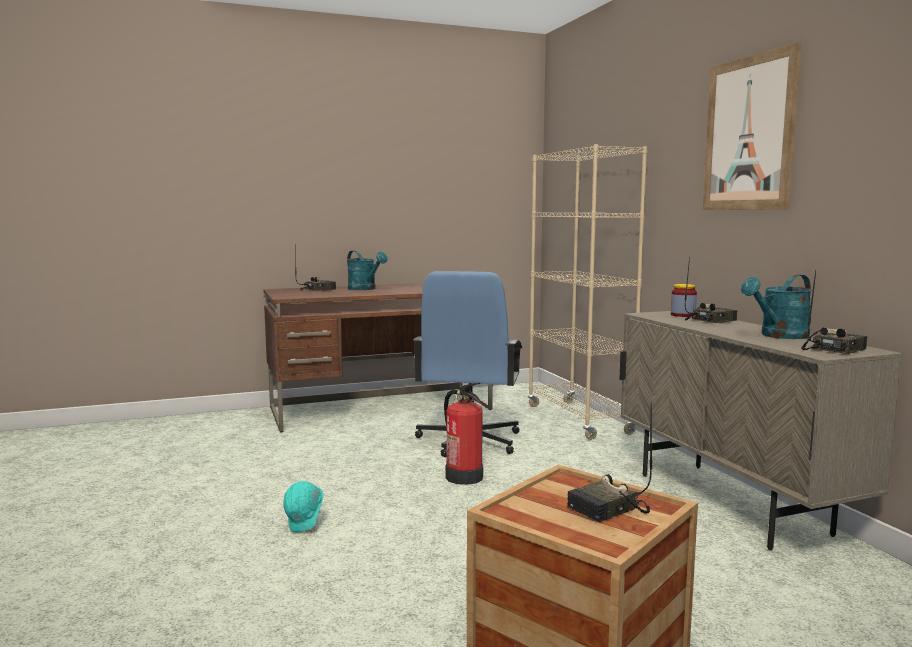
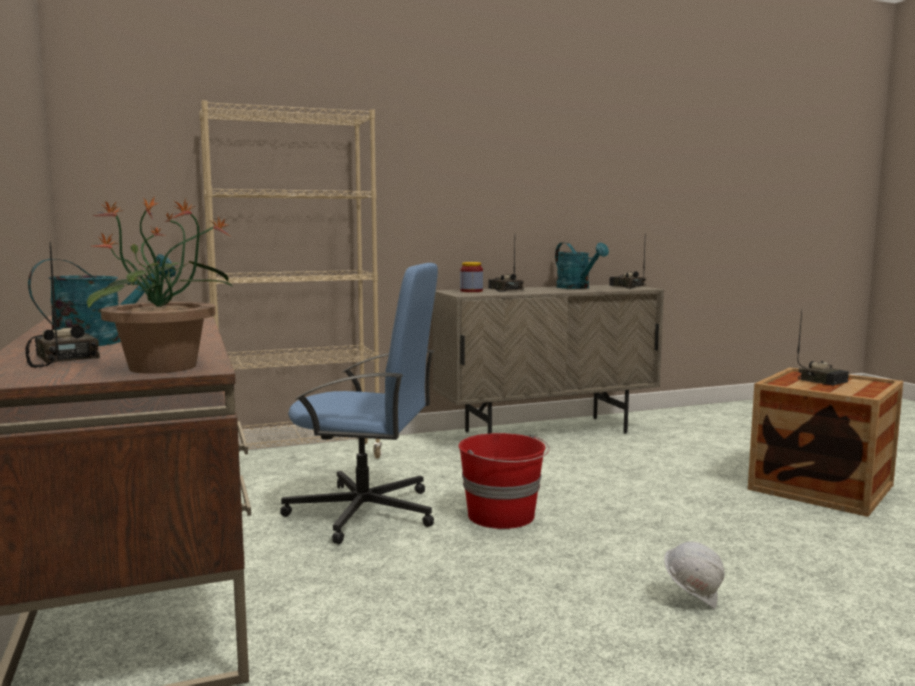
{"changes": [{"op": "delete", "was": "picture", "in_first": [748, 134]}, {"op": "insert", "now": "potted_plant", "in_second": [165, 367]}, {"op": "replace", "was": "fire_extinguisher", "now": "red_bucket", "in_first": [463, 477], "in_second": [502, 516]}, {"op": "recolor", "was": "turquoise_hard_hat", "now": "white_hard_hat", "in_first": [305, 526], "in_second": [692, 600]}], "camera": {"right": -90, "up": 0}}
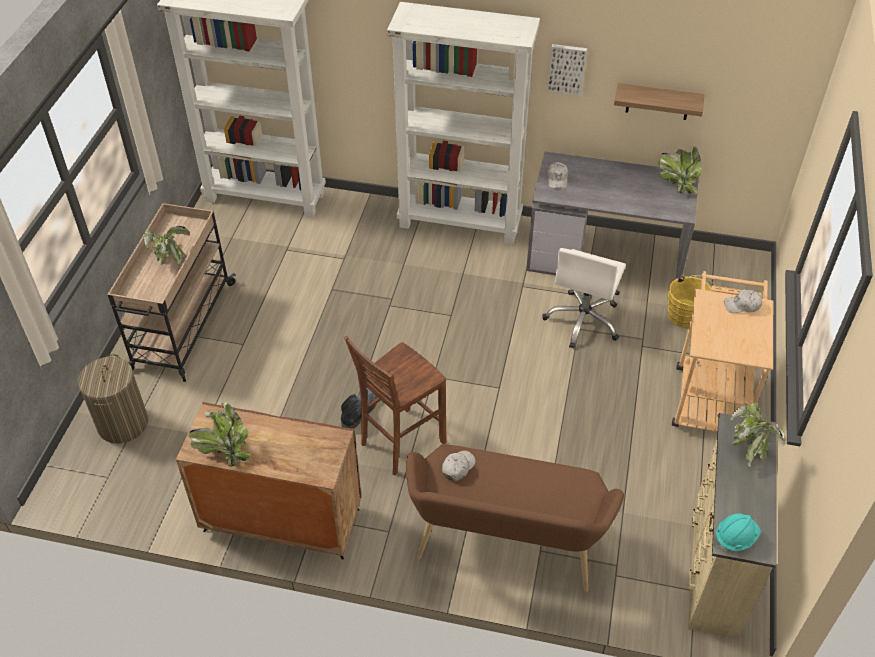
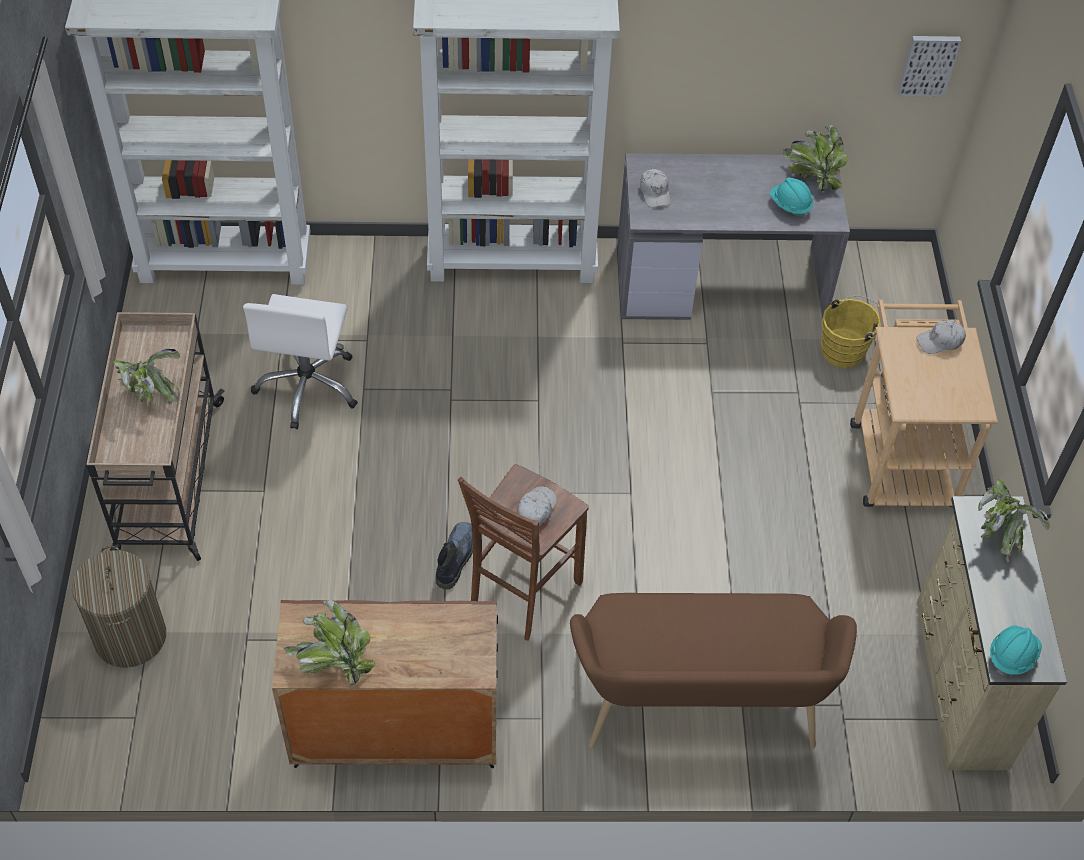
{"changes": [{"op": "delete", "was": "shelf", "in_first": [658, 102]}, {"op": "insert", "now": "turquoise_hard_hat", "in_second": [790, 205]}, {"op": "move", "was": "white_cap", "in_first": [457, 467], "in_second": [536, 509]}, {"op": "move", "was": "white_office_chair", "in_first": [583, 321], "in_second": [308, 386]}, {"op": "move", "was": "picture", "in_first": [567, 68], "in_second": [928, 64]}], "camera": {"right": -15, "up": 5}}
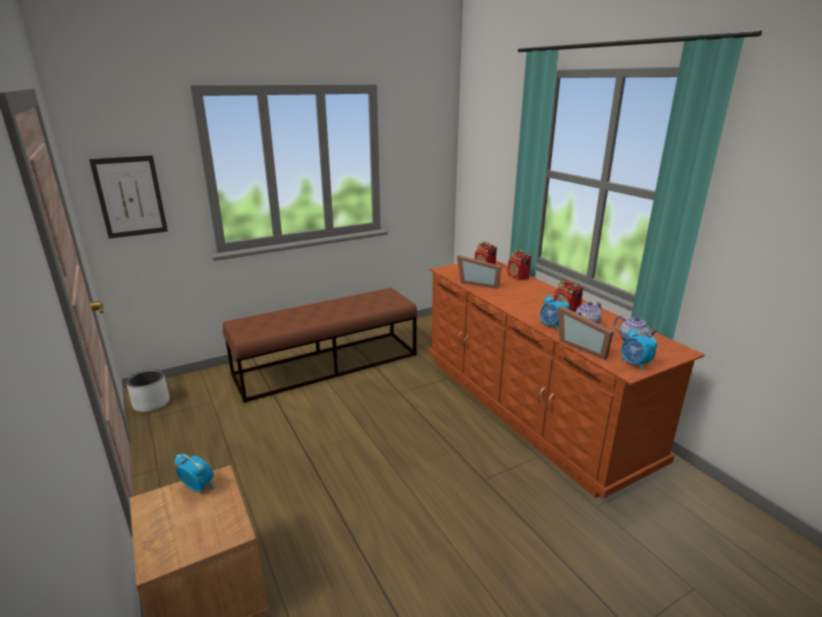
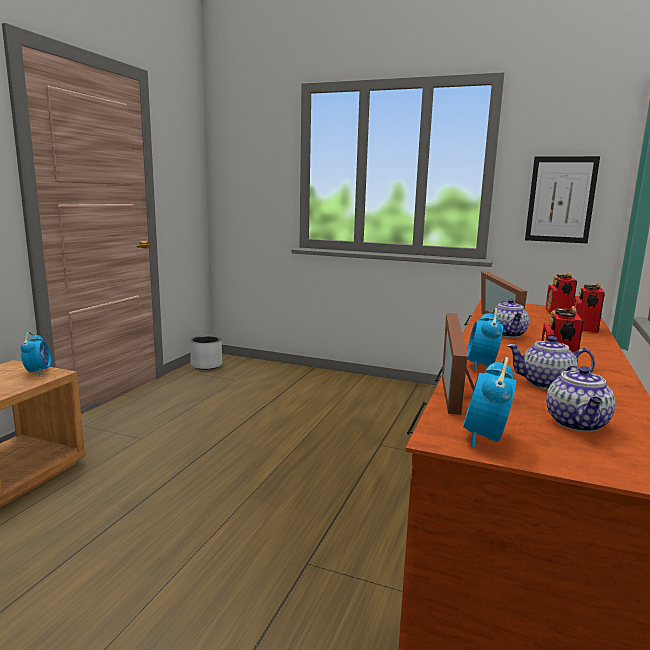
{"changes": [{"op": "delete", "was": "brown_bench", "in_first": [327, 364]}, {"op": "insert", "now": "teapot", "in_second": [508, 334]}, {"op": "move", "was": "picture", "in_first": [130, 197], "in_second": [561, 199]}], "camera": {"right": 50, "up": -10}}
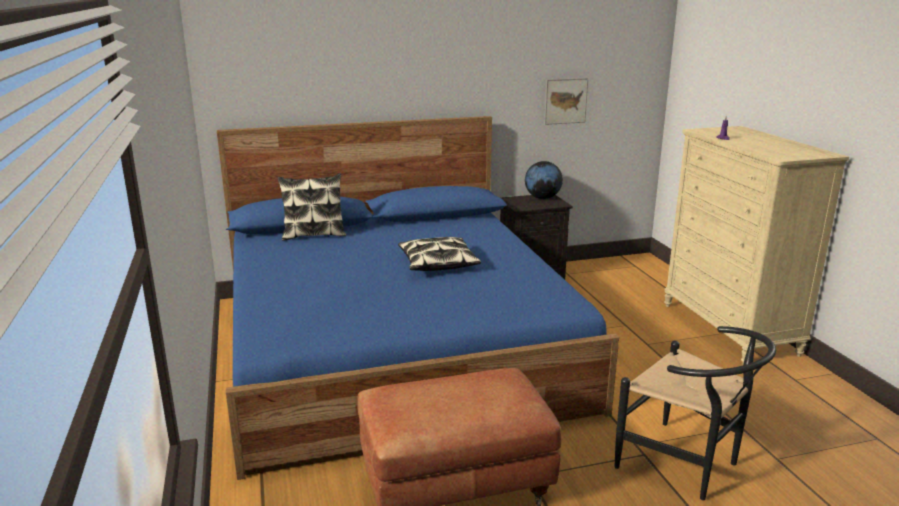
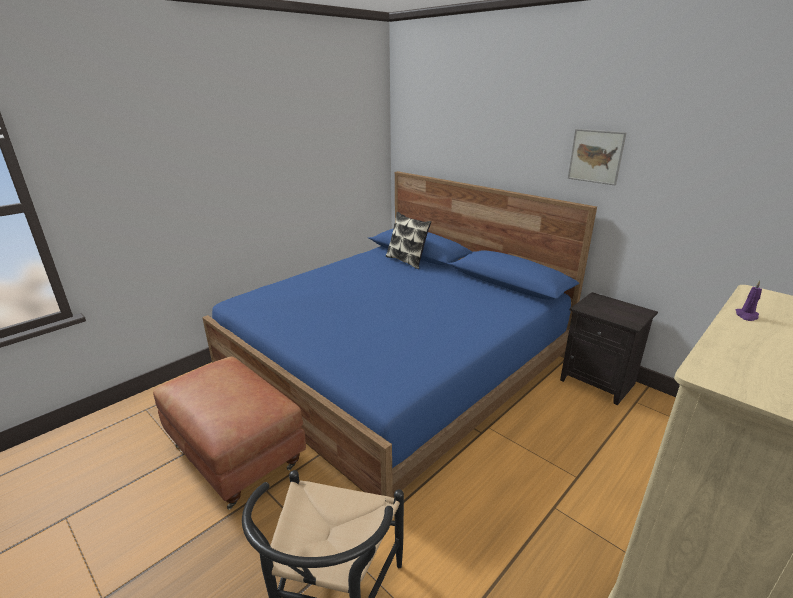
{"changes": [{"op": "delete", "was": "pillow", "in_first": [437, 263]}, {"op": "delete", "was": "globe", "in_first": [542, 198]}, {"op": "move", "was": "picture", "in_first": [565, 101], "in_second": [595, 156]}], "camera": {"right": 60, "up": 5}}
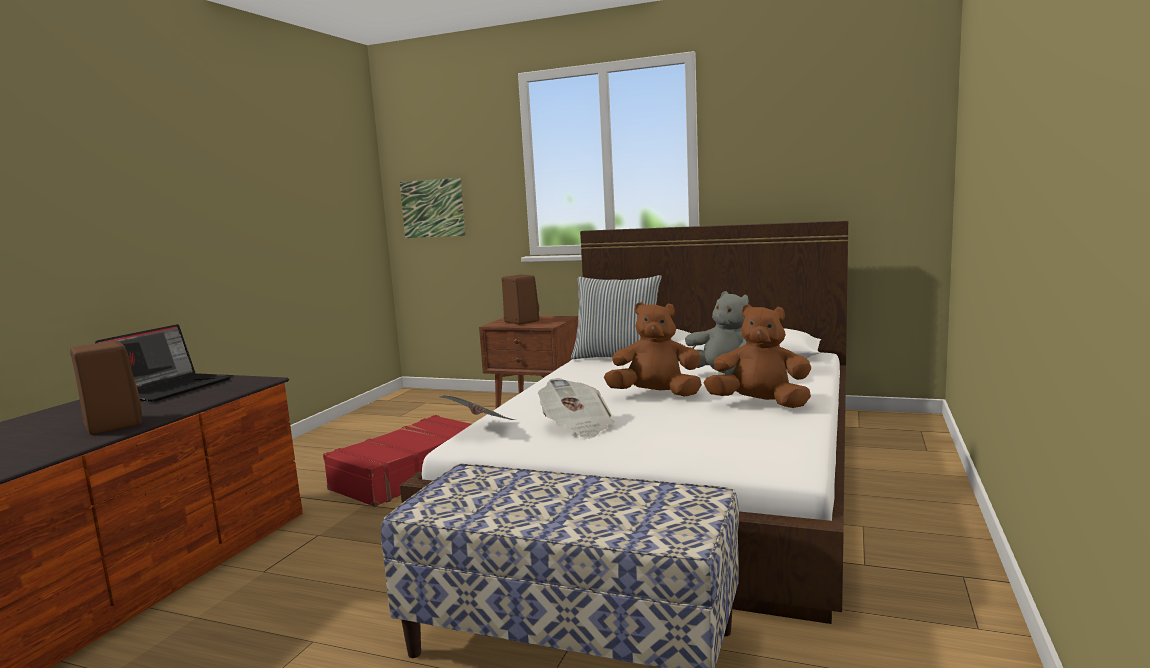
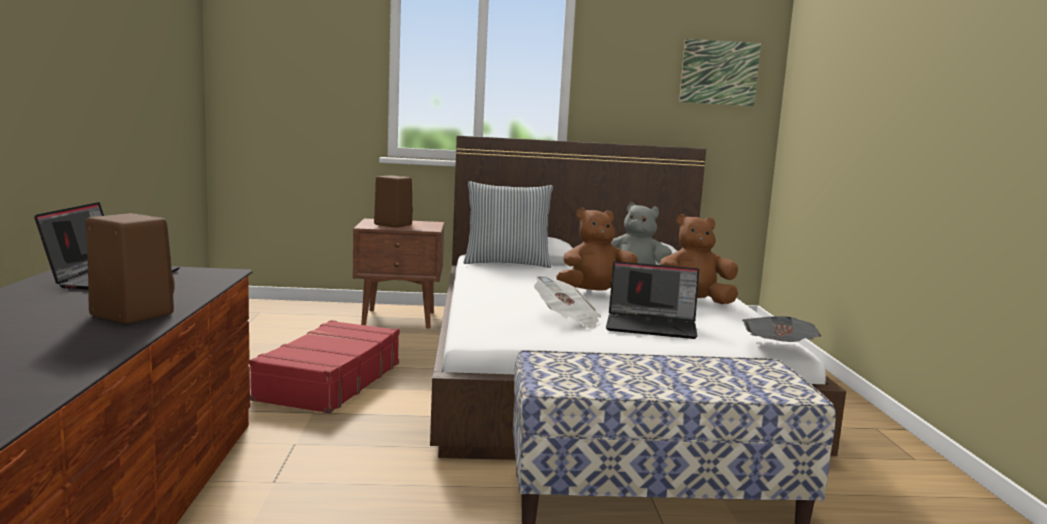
{"changes": [{"op": "insert", "now": "laptop", "in_second": [652, 326]}, {"op": "move", "was": "picture", "in_first": [433, 208], "in_second": [719, 72]}, {"op": "move", "was": "newspaper", "in_first": [480, 427], "in_second": [778, 350]}], "camera": {"right": -25, "up": 0}}
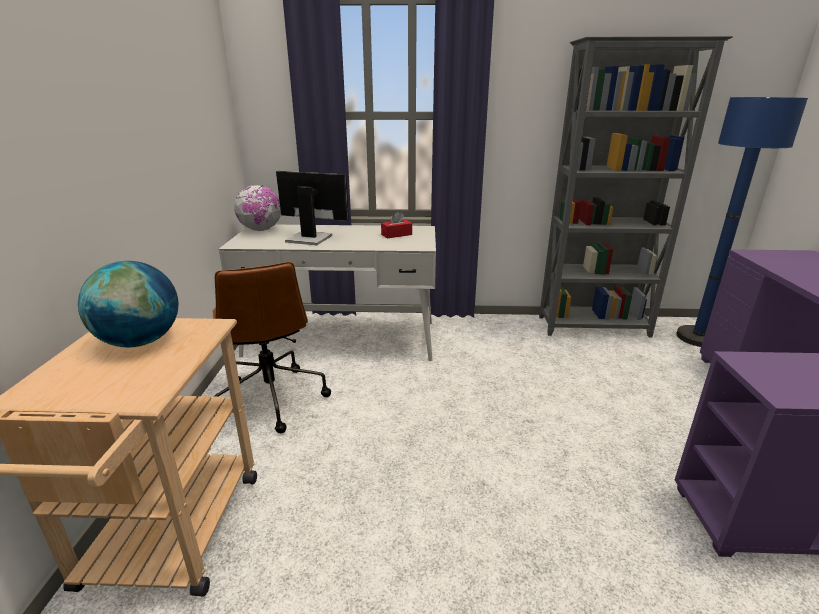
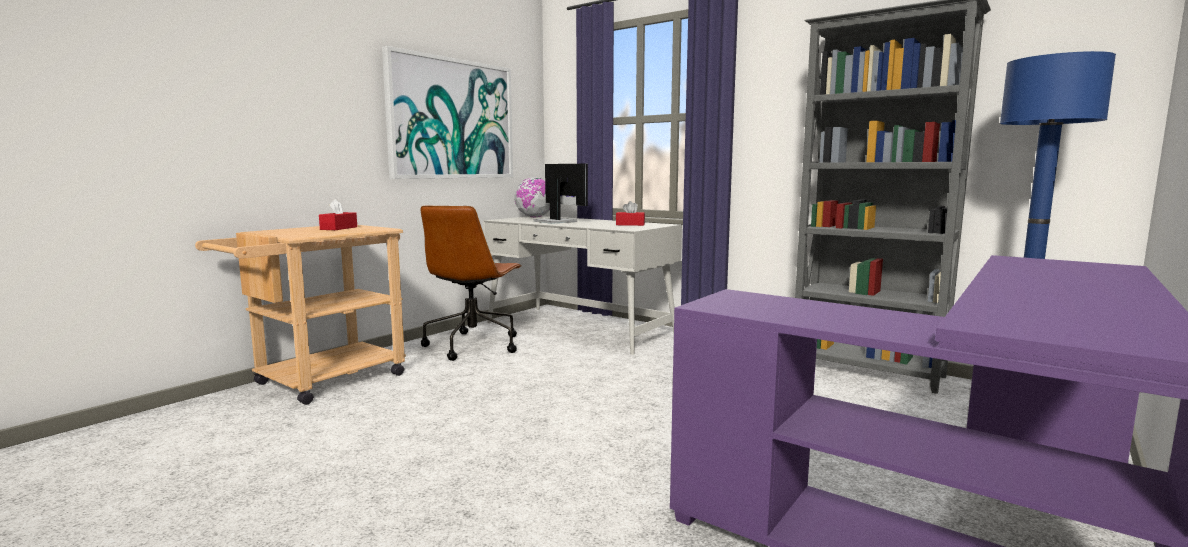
{"changes": [{"op": "insert", "now": "picture", "in_second": [452, 119]}, {"op": "replace", "was": "globe", "now": "red_tissue_box", "in_first": [140, 342], "in_second": [339, 228]}], "camera": {"right": 35, "up": -15}}
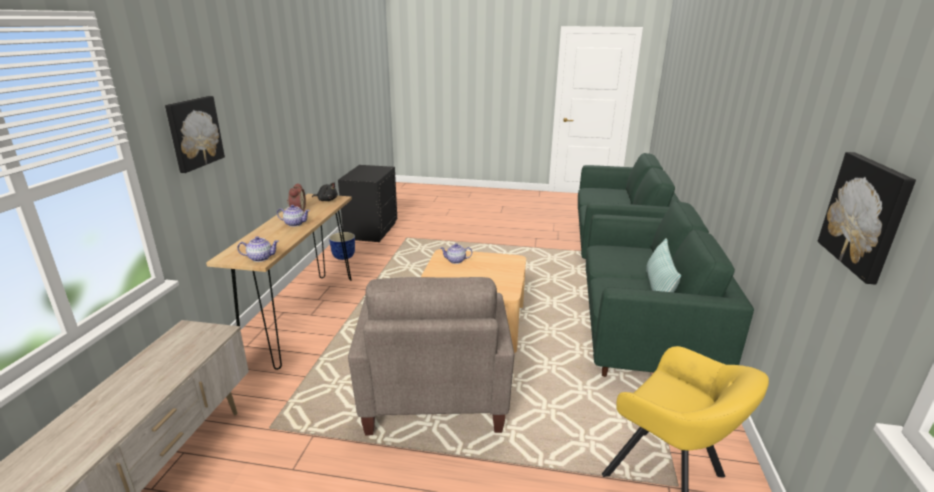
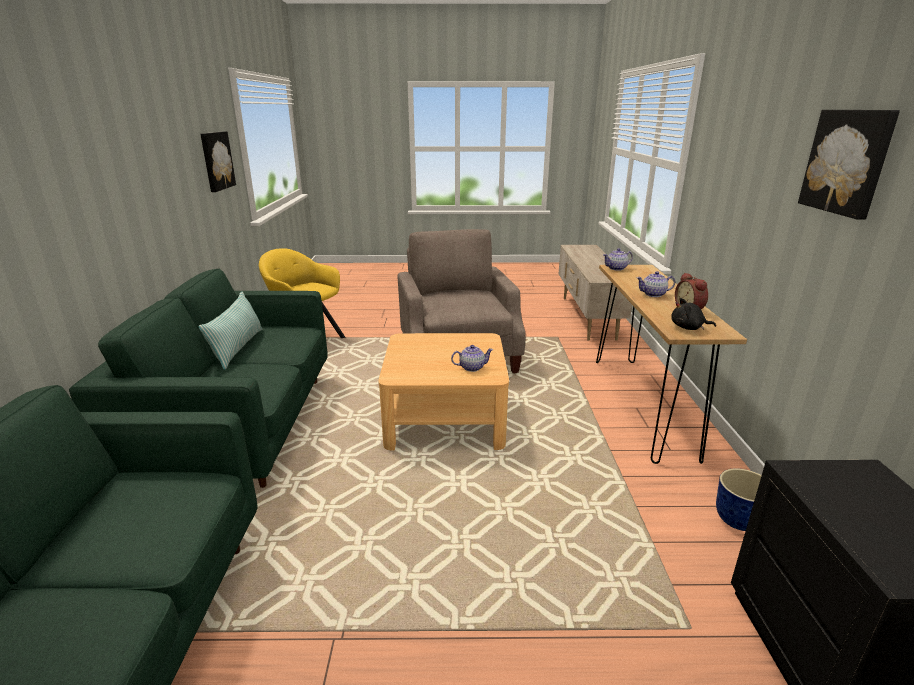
{"changes": [{"op": "move", "was": "picture", "in_first": [194, 133], "in_second": [848, 162]}], "camera": {"right": 170, "up": 0}}
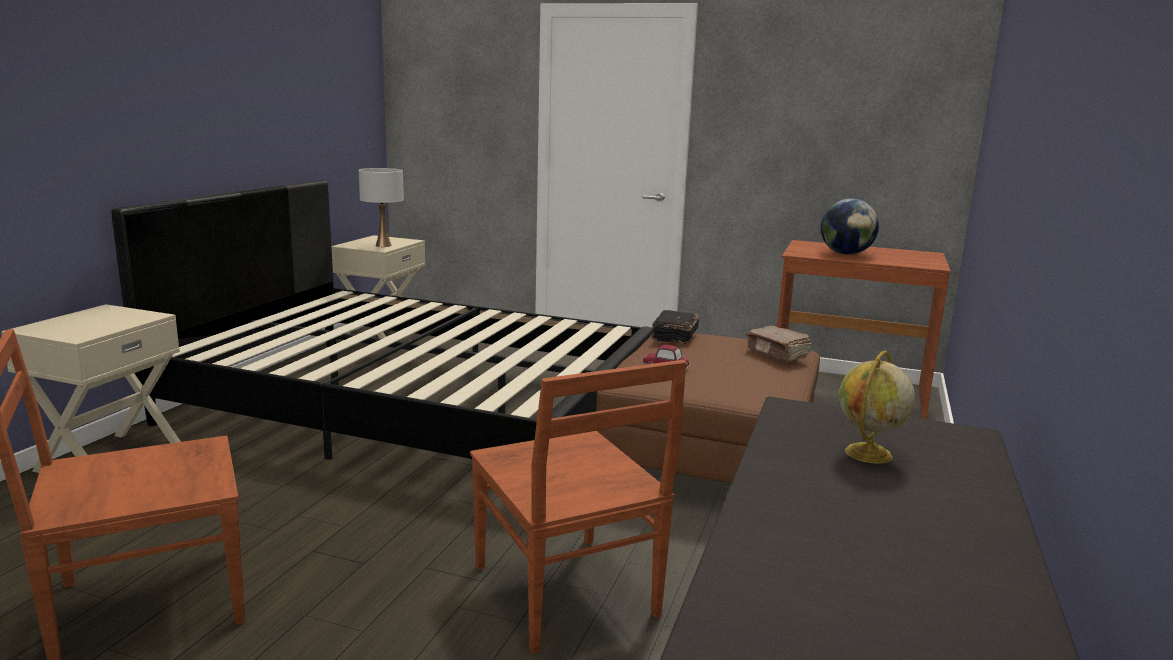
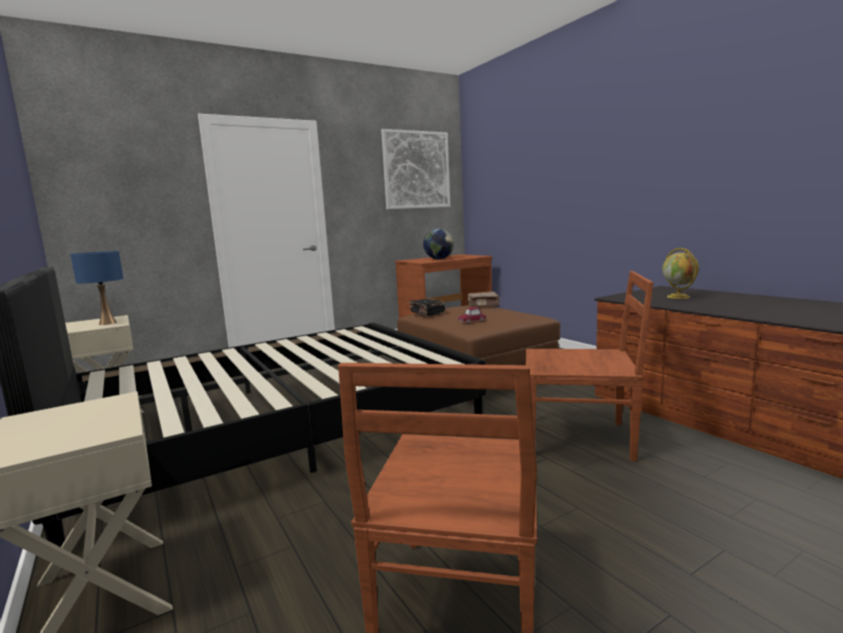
{"changes": [{"op": "insert", "now": "picture", "in_second": [416, 170]}, {"op": "recolor", "was": "white_table_lamp", "now": "blue_table_lamp", "in_first": [383, 245], "in_second": [108, 323]}], "camera": {"right": -50, "up": -5}}
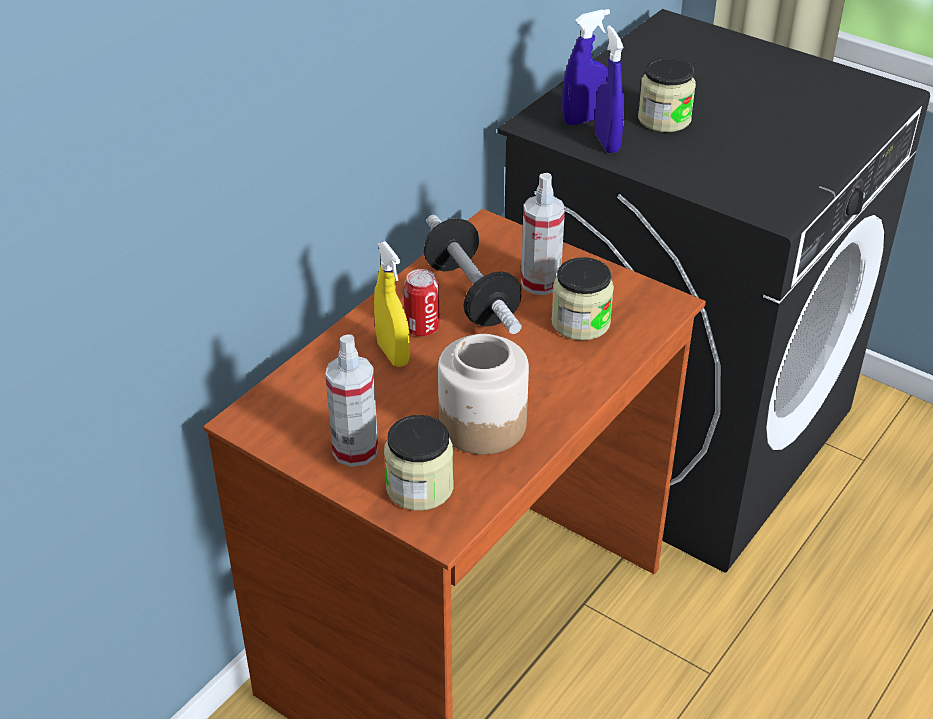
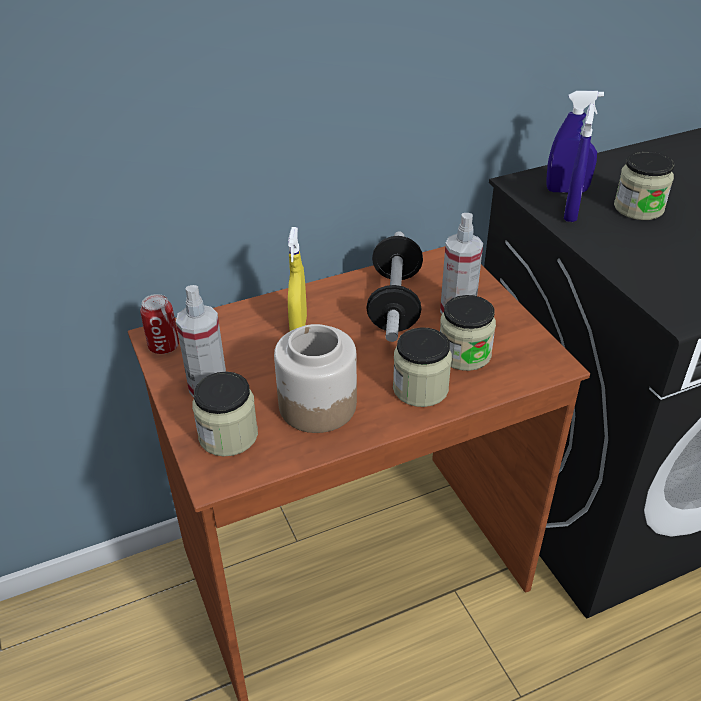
{"changes": [{"op": "insert", "now": "jar", "in_second": [420, 388]}, {"op": "move", "was": "can", "in_first": [422, 328], "in_second": [164, 346]}], "camera": {"right": 30, "up": 0}}
